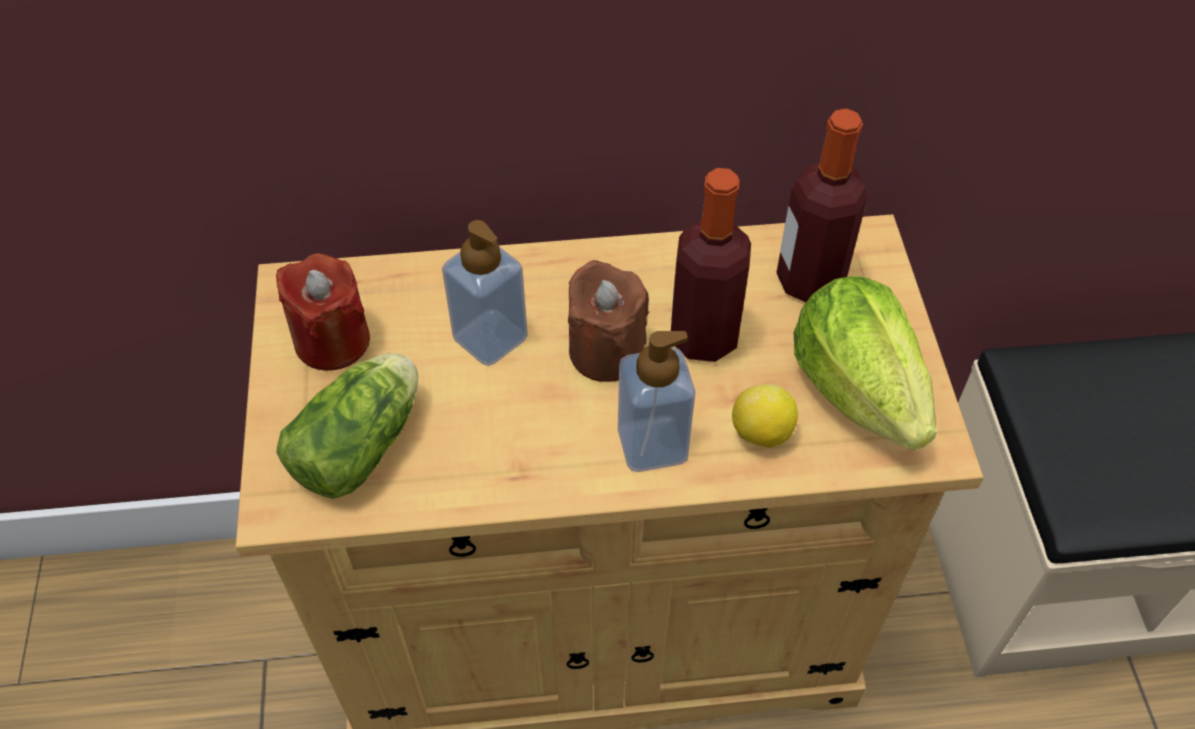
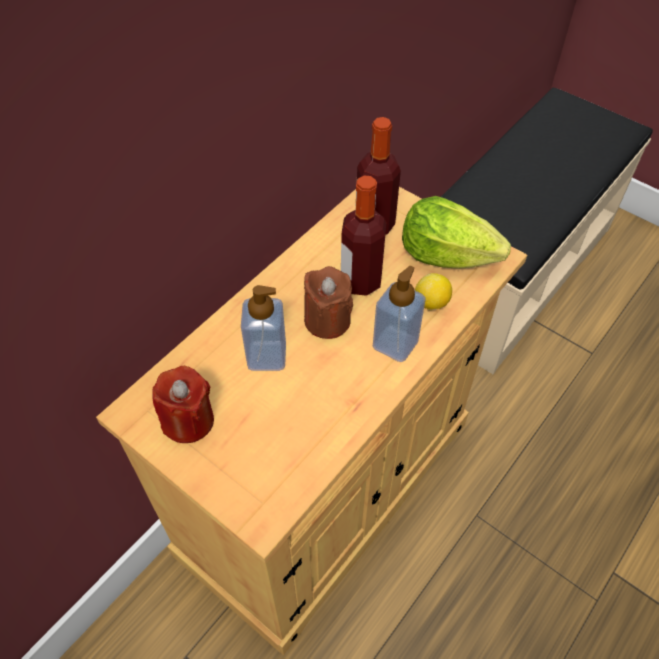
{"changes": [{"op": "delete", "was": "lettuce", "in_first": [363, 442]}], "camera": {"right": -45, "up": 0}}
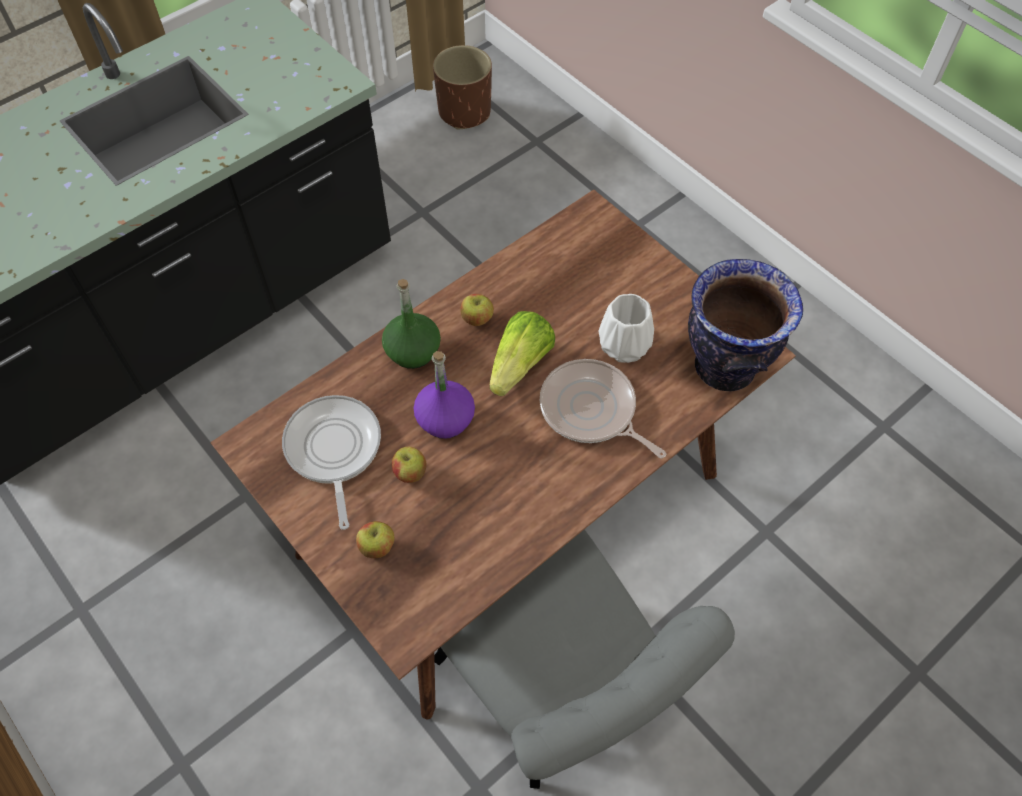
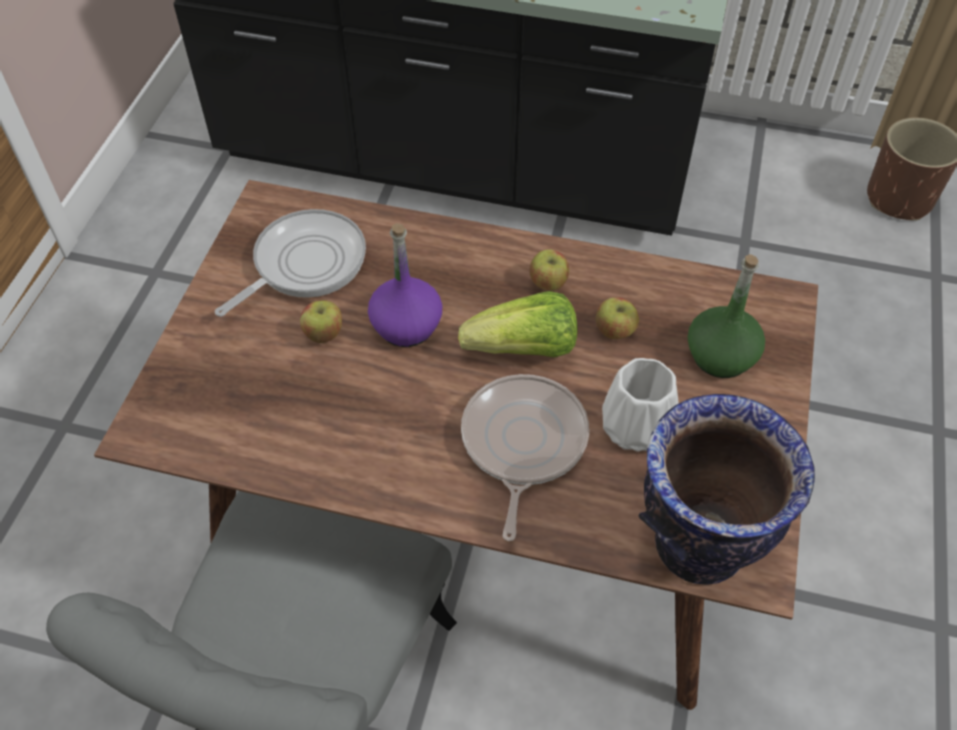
{"changes": [{"op": "move", "was": "apple", "in_first": [377, 546], "in_second": [614, 331]}, {"op": "move", "was": "green_bottle", "in_first": [413, 351], "in_second": [721, 356]}], "camera": {"right": 55, "up": -5}}
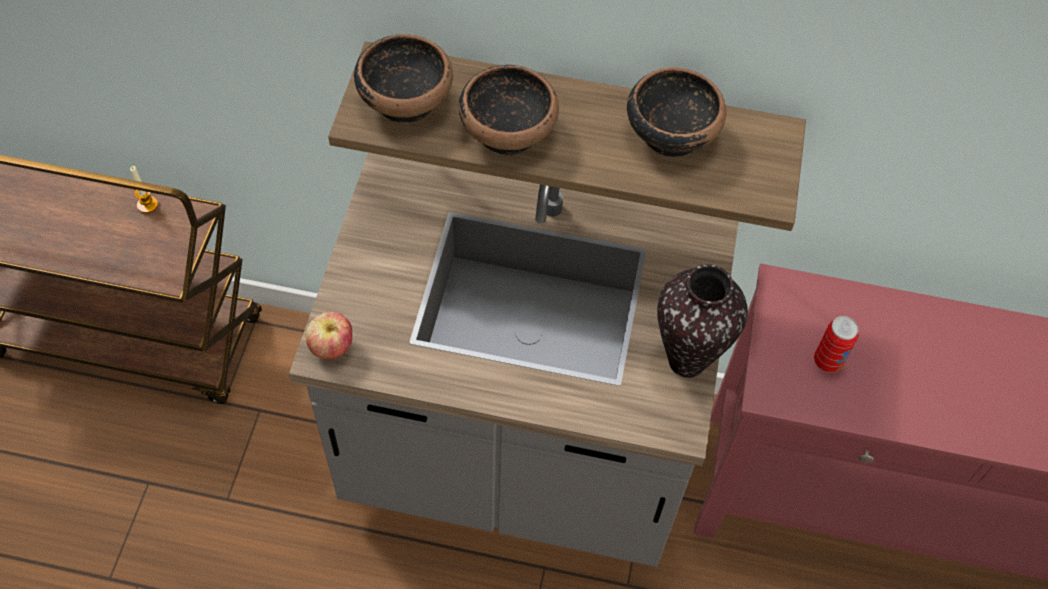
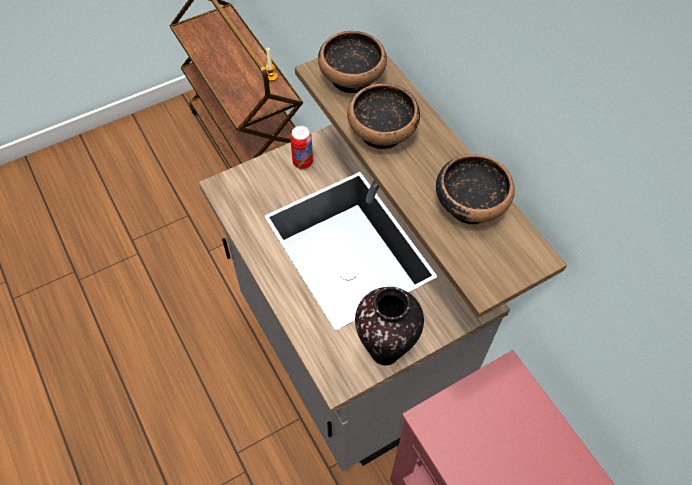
{"changes": [{"op": "delete", "was": "apple", "in_first": [332, 347]}, {"op": "move", "was": "can", "in_first": [827, 361], "in_second": [302, 162]}], "camera": {"right": 50, "up": 0}}
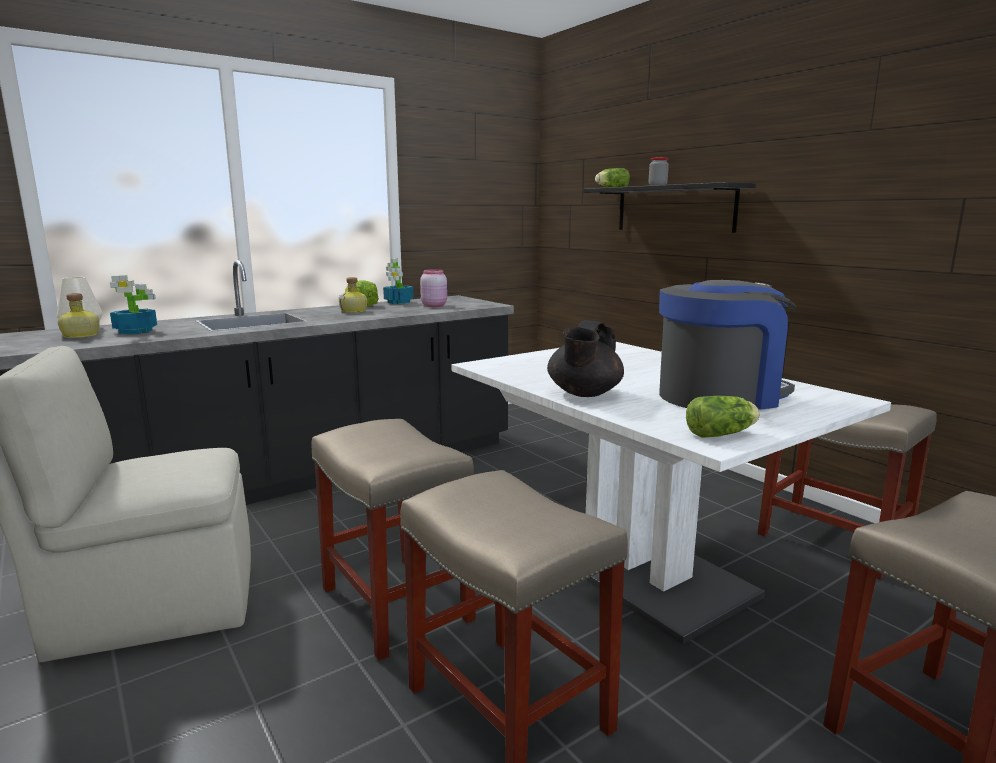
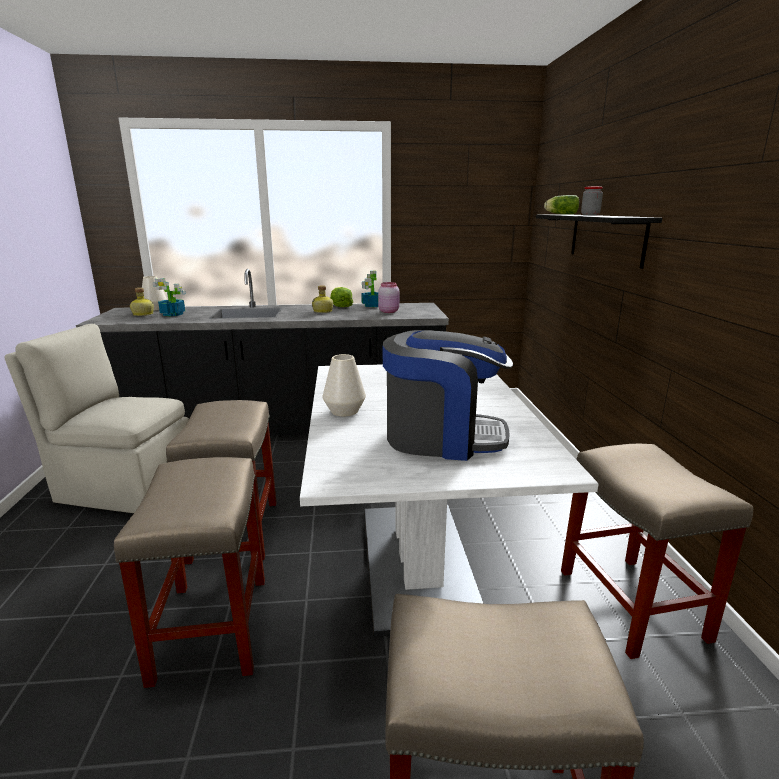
{"changes": [{"op": "delete", "was": "lettuce", "in_first": [722, 434]}, {"op": "replace", "was": "black_teapot", "now": "white_vase", "in_first": [584, 394], "in_second": [344, 411]}], "camera": {"right": 30, "up": 5}}
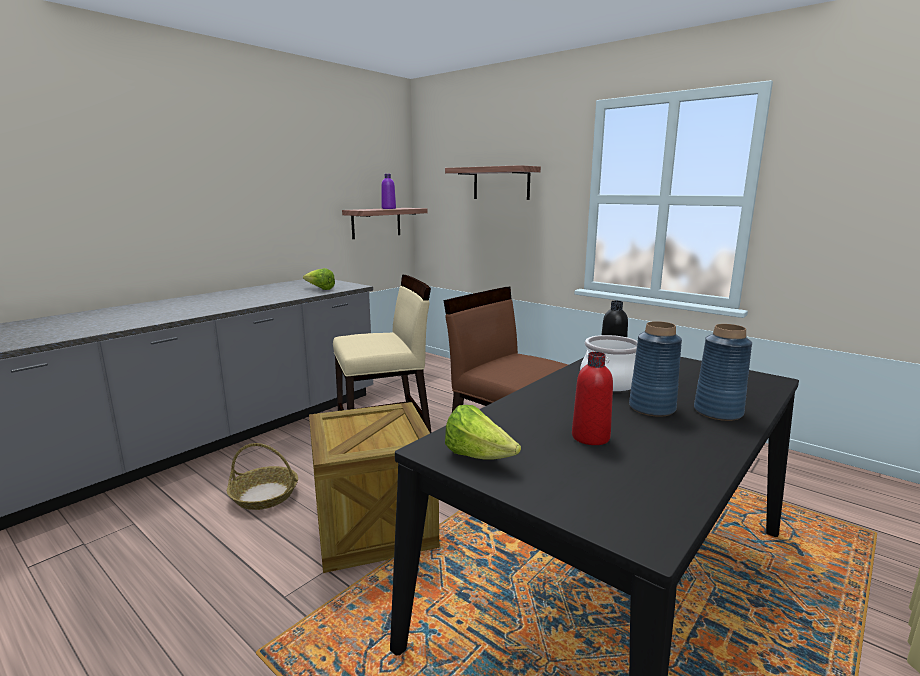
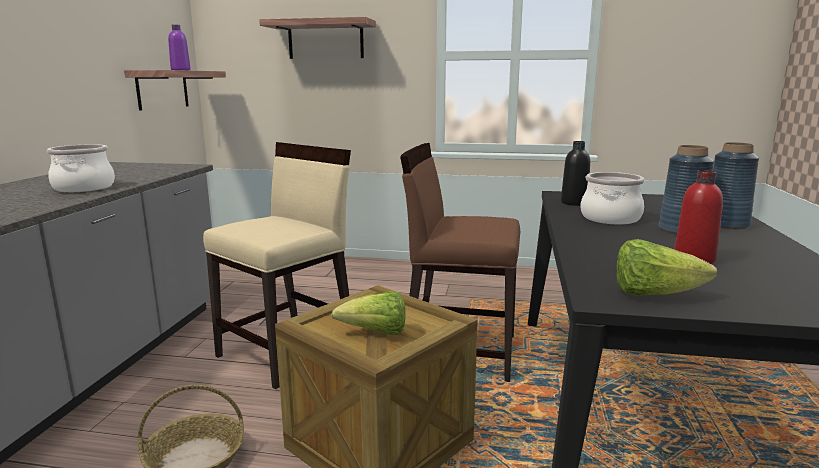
{"changes": [{"op": "insert", "now": "cooking_pot", "in_second": [85, 188]}, {"op": "move", "was": "lettuce", "in_first": [320, 289], "in_second": [375, 333]}], "camera": {"right": -30, "up": 0}}
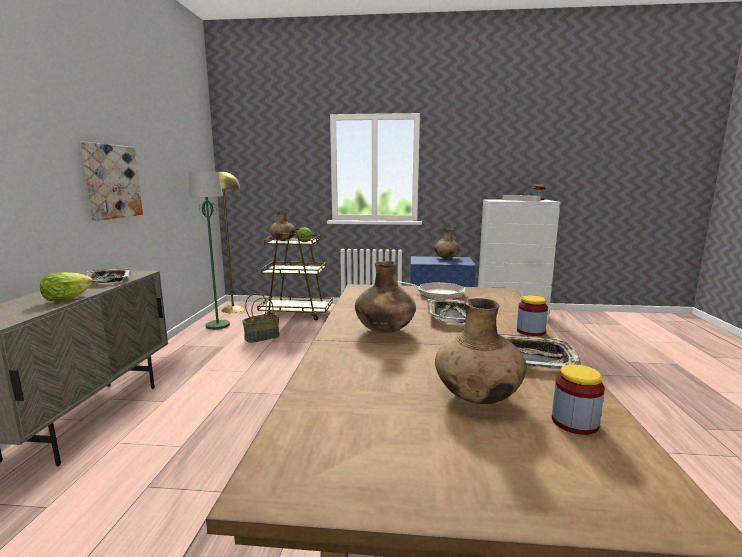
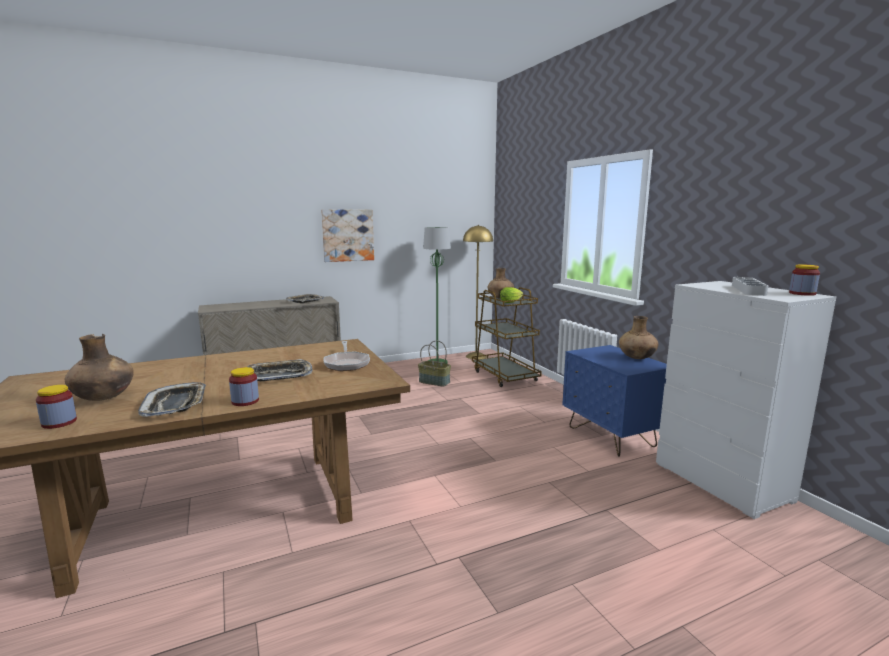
{"changes": [{"op": "delete", "was": "lettuce", "in_first": [66, 299]}, {"op": "delete", "was": "brown_vase", "in_first": [385, 331]}], "camera": {"right": 60, "up": 0}}
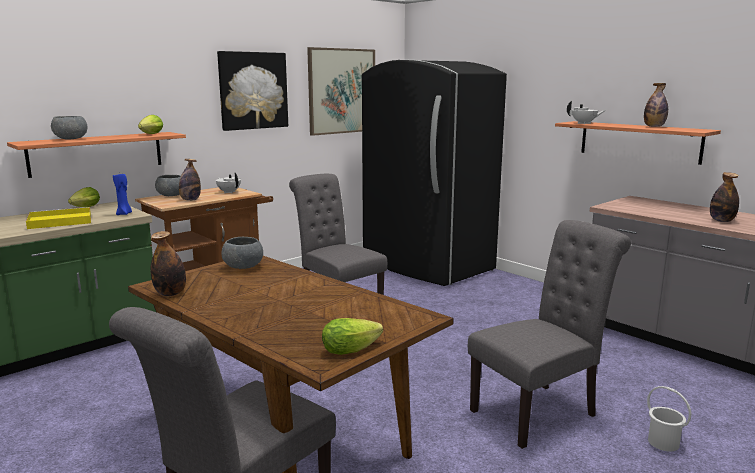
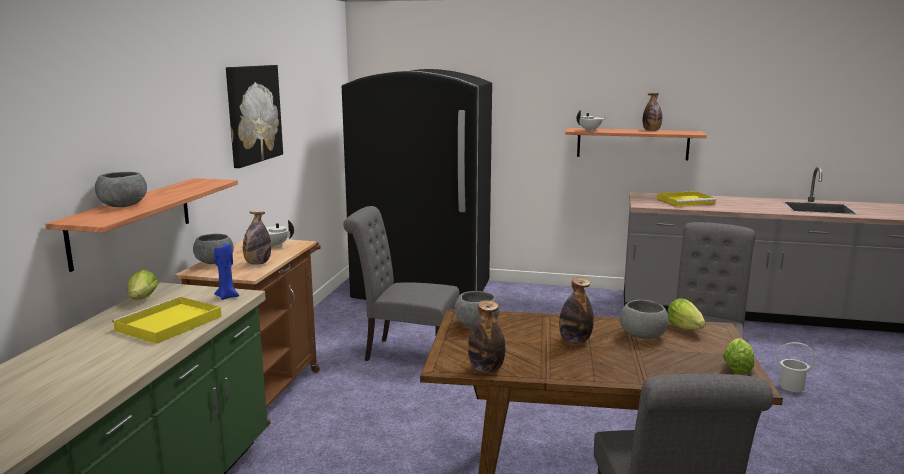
{"changes": [{"op": "delete", "was": "picture", "in_first": [342, 91]}, {"op": "insert", "now": "grey_bowl", "in_second": [643, 336]}, {"op": "insert", "now": "yellow_tray", "in_second": [686, 201]}, {"op": "move", "was": "lettuce", "in_first": [150, 134], "in_second": [686, 329]}, {"op": "move", "was": "bottle", "in_first": [721, 221], "in_second": [574, 341]}], "camera": {"right": -35, "up": 0}}
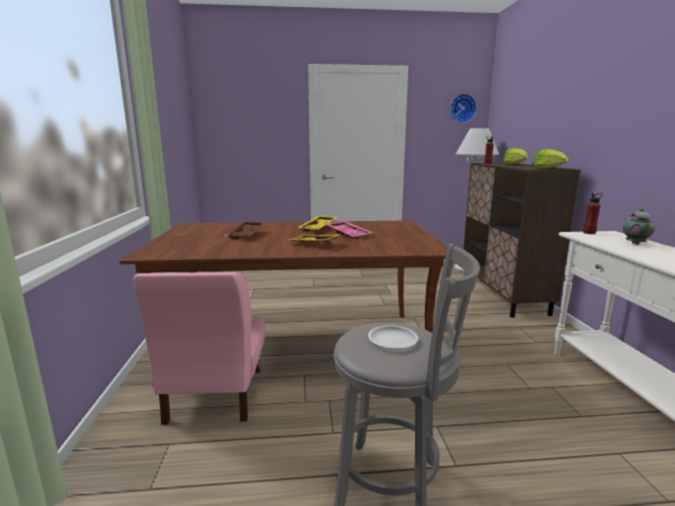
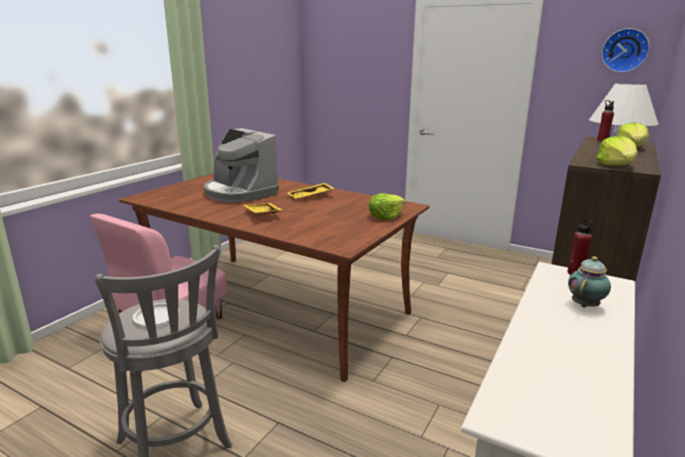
{"changes": [{"op": "delete", "was": "pink_tray", "in_first": [349, 234]}, {"op": "insert", "now": "lettuce", "in_second": [385, 217]}, {"op": "replace", "was": "brown_tray", "now": "coffee_machine", "in_first": [247, 235], "in_second": [239, 192]}], "camera": {"right": 35, "up": 5}}
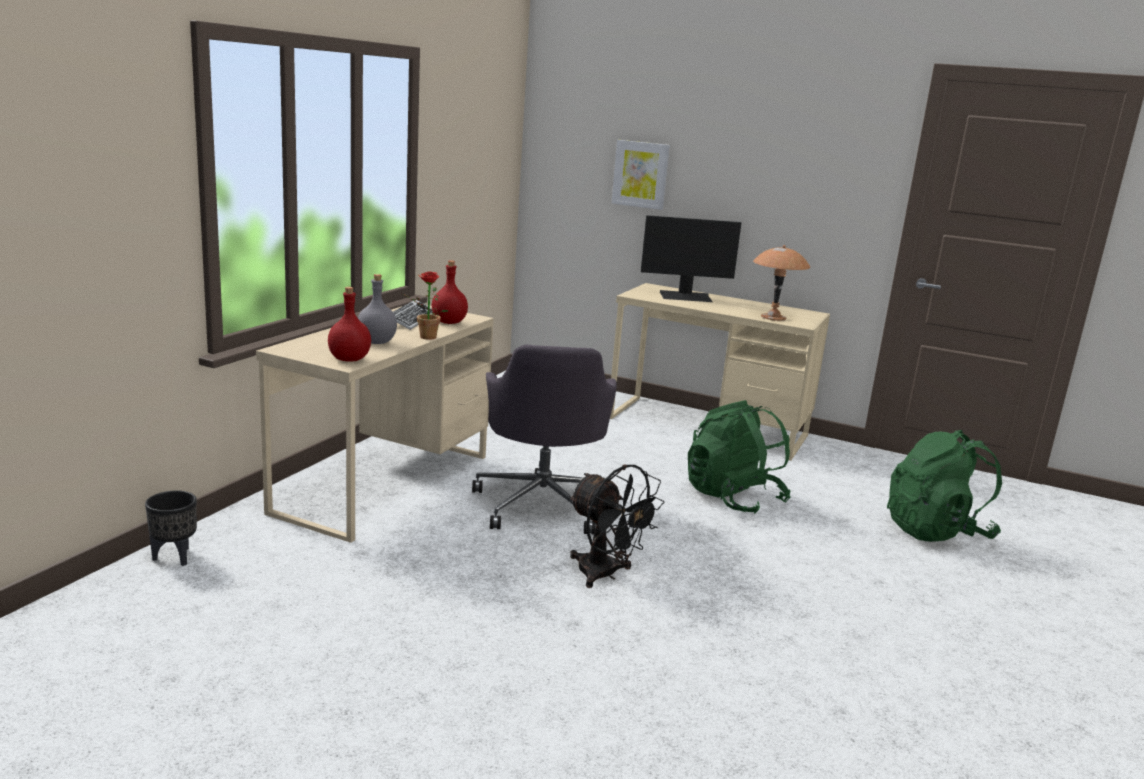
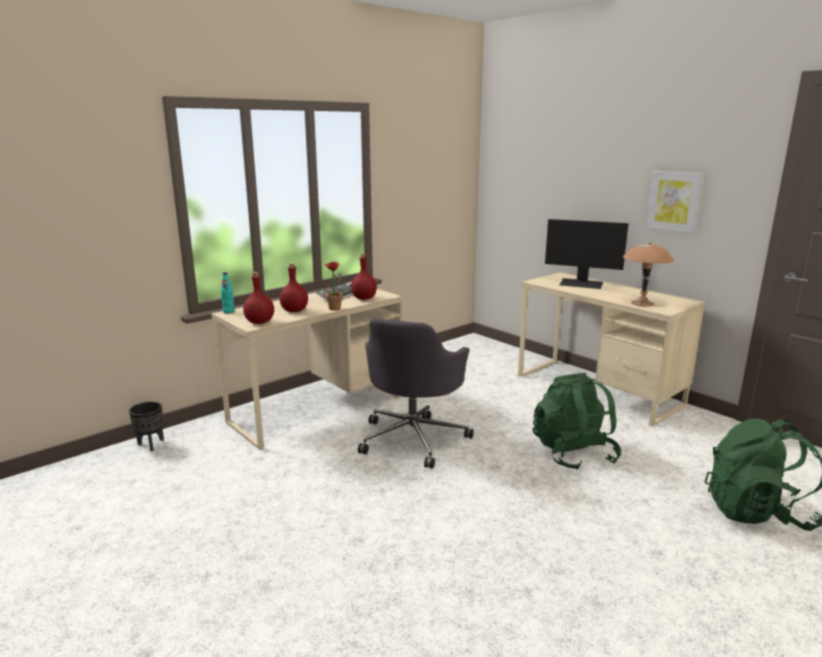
{"changes": [{"op": "delete", "was": "black_fan", "in_first": [605, 575]}, {"op": "insert", "now": "turquoise_bottle", "in_second": [229, 312]}, {"op": "move", "was": "picture", "in_first": [641, 174], "in_second": [674, 201]}, {"op": "recolor", "was": "grey_bottle", "now": "red_bottle", "in_first": [377, 342], "in_second": [295, 311]}], "camera": {"right": 25, "up": 0}}
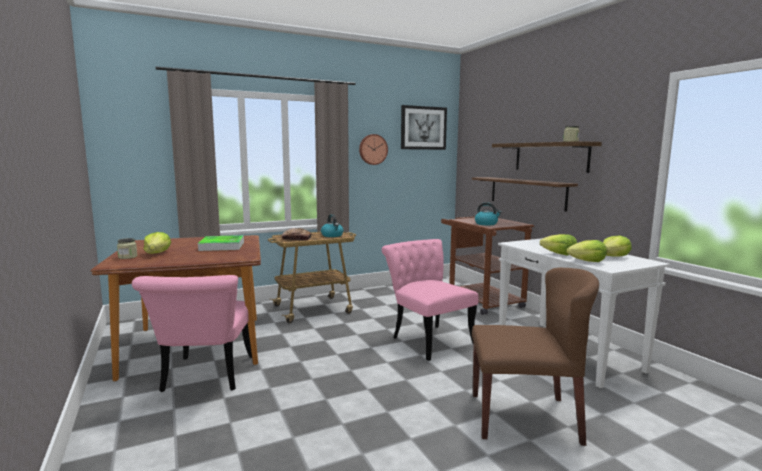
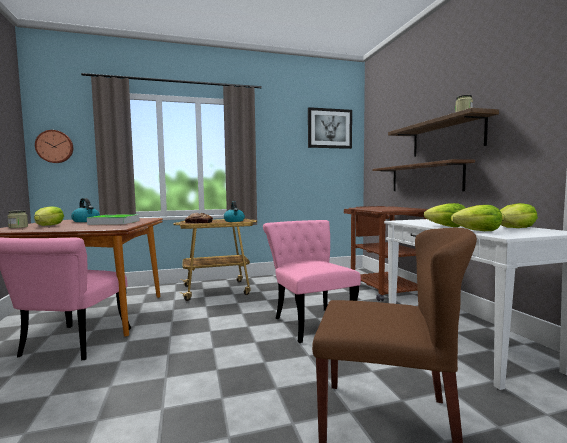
{"changes": [{"op": "move", "was": "wall_clock", "in_first": [372, 149], "in_second": [55, 146]}, {"op": "move", "was": "kettle", "in_first": [486, 224], "in_second": [86, 221]}], "camera": {"right": 10, "up": -5}}
